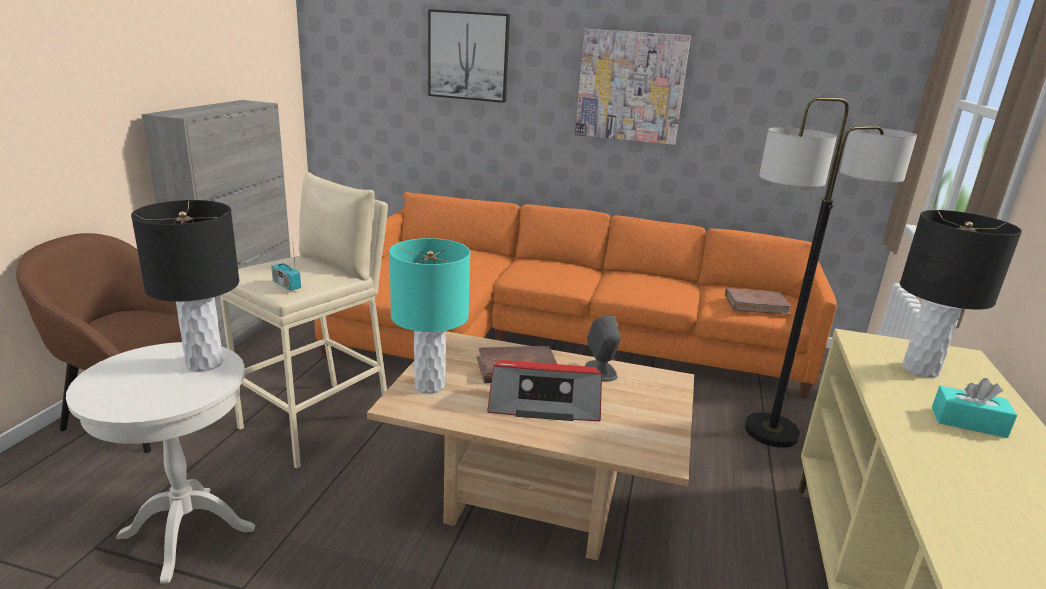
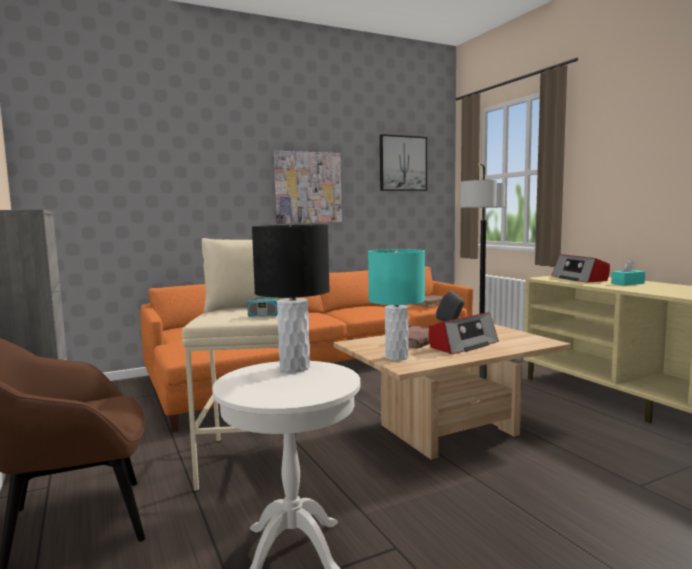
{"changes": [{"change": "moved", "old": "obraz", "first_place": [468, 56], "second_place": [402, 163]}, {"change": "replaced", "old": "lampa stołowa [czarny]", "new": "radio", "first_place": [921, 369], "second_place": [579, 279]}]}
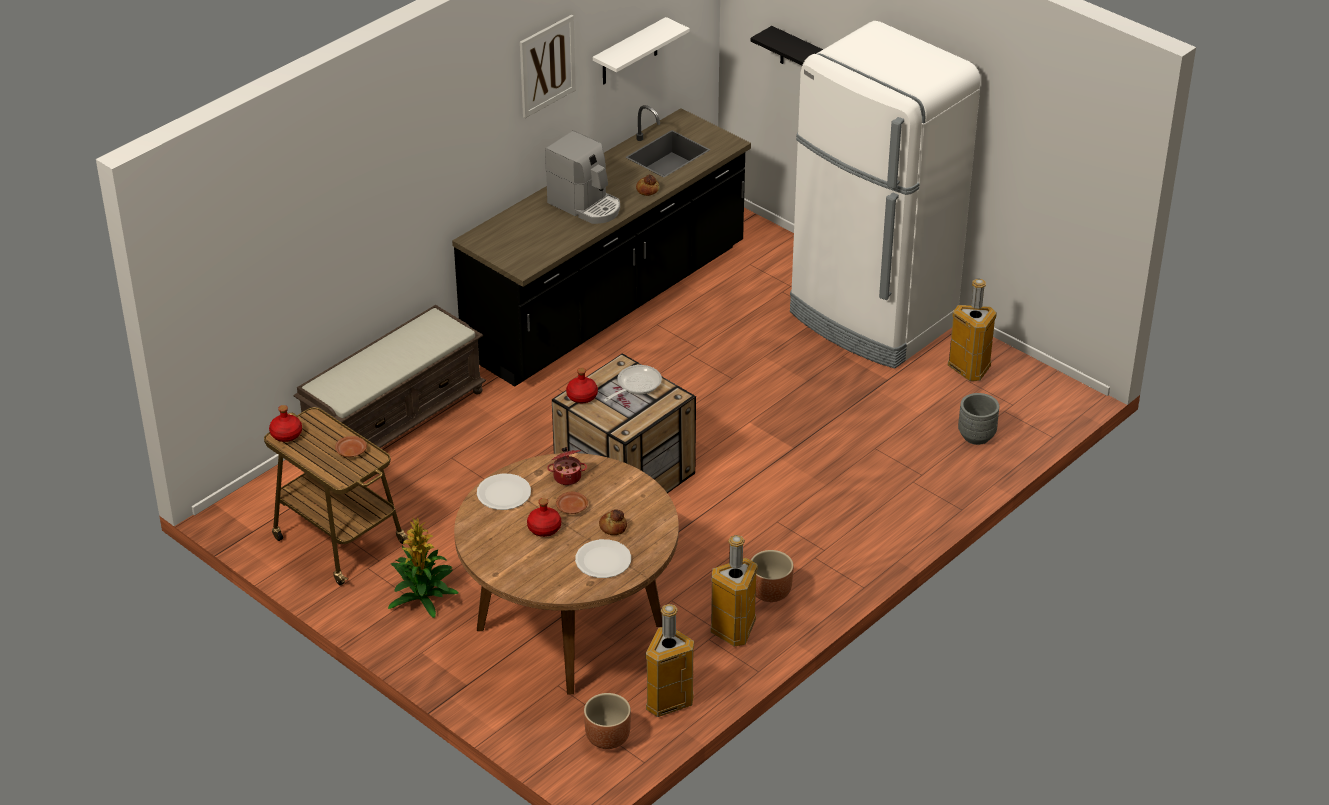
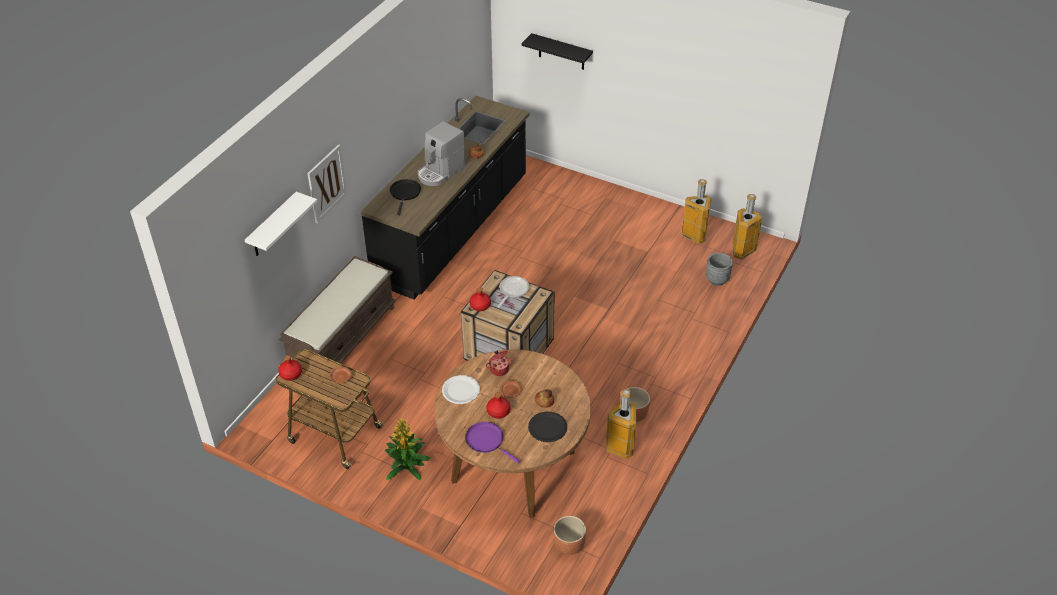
{"changes": [{"change": "moved", "old": "obraz", "first_place": [547, 65], "second_place": [327, 183]}, {"change": "turned", "old": "ekspres do kawy", "first_place": [586, 205], "second_place": [440, 172], "degrees": 105}, {"change": "recoloured", "old": "talerz [biały]", "new": "talerz [czarny]", "first_place": [603, 560], "second_place": [547, 427]}, {"change": "moved", "old": "półka [biały]", "first_place": [629, 52], "second_place": [273, 226]}, {"change": "moved", "old": "kosz na śmieci", "first_place": [667, 702], "second_place": [742, 251]}, {"change": "removed", "old": "lodówka [biały]", "first_place": [871, 320]}, {"change": "added", "new": "patelnia [czarny]", "second_place": [405, 193]}, {"change": "added", "new": "patelnia [fioletowy]", "second_place": [487, 440]}]}
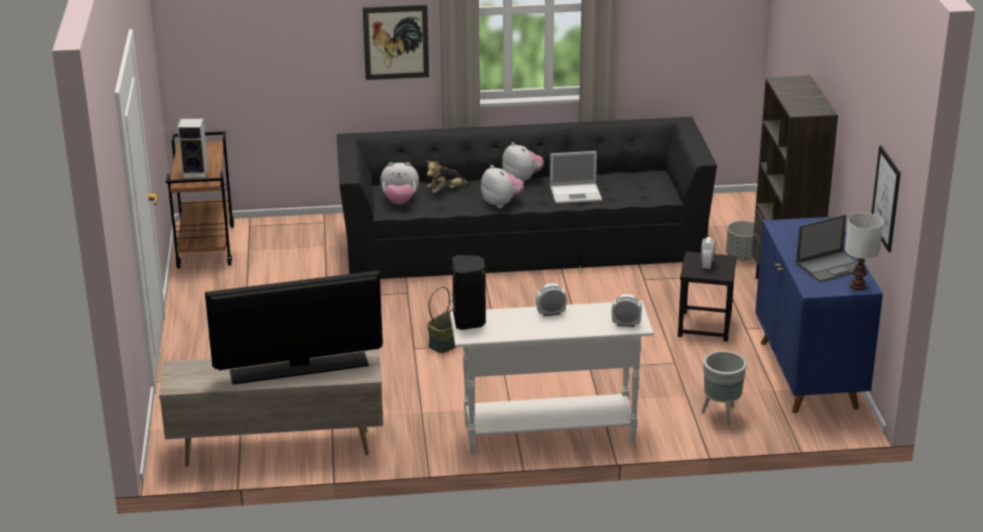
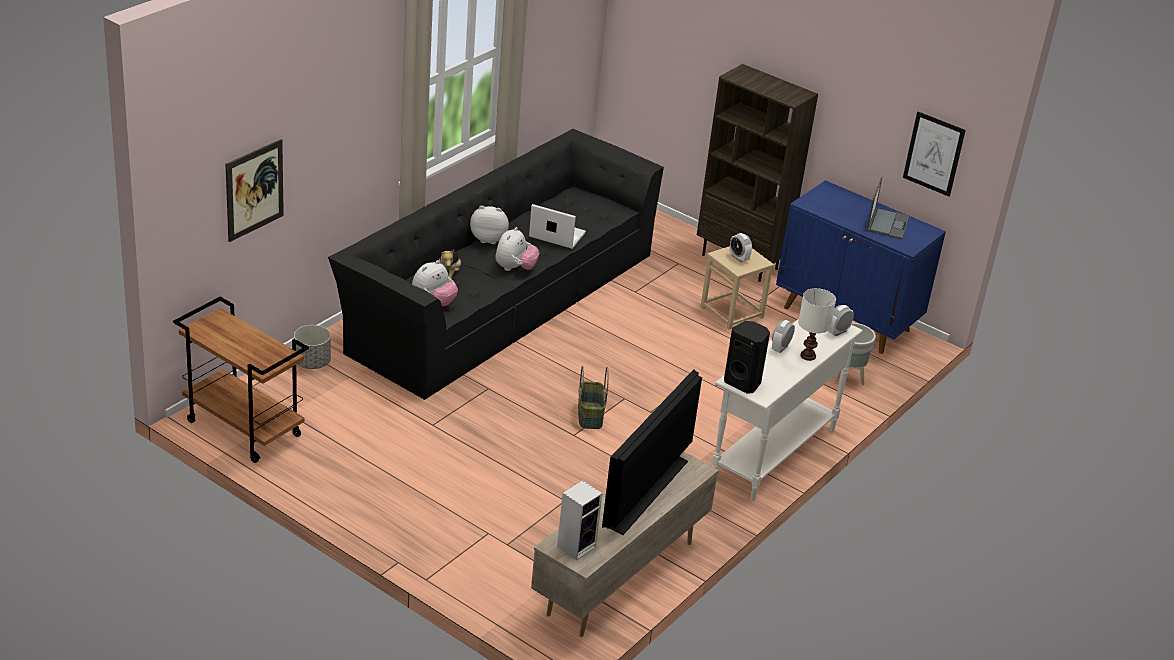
{"changes": [{"change": "moved", "old": "głośnik", "first_place": [196, 173], "second_place": [577, 546]}, {"change": "moved", "old": "obraz", "first_place": [396, 42], "second_place": [254, 190]}, {"change": "turned", "old": "pluszak", "first_place": [501, 203], "second_place": [515, 268], "degrees": 105}, {"change": "turned", "old": "laptop", "first_place": [576, 194], "second_place": [556, 235], "degrees": -105}, {"change": "recoloured", "old": "stołek [czarny]", "new": "stołek [beżowy]", "first_place": [705, 326], "second_place": [732, 312]}, {"change": "moved", "old": "donica [szary]", "first_place": [742, 256], "second_place": [312, 363]}, {"change": "moved", "old": "lampa stołowa [biały]", "first_place": [858, 286], "second_place": [808, 356]}]}
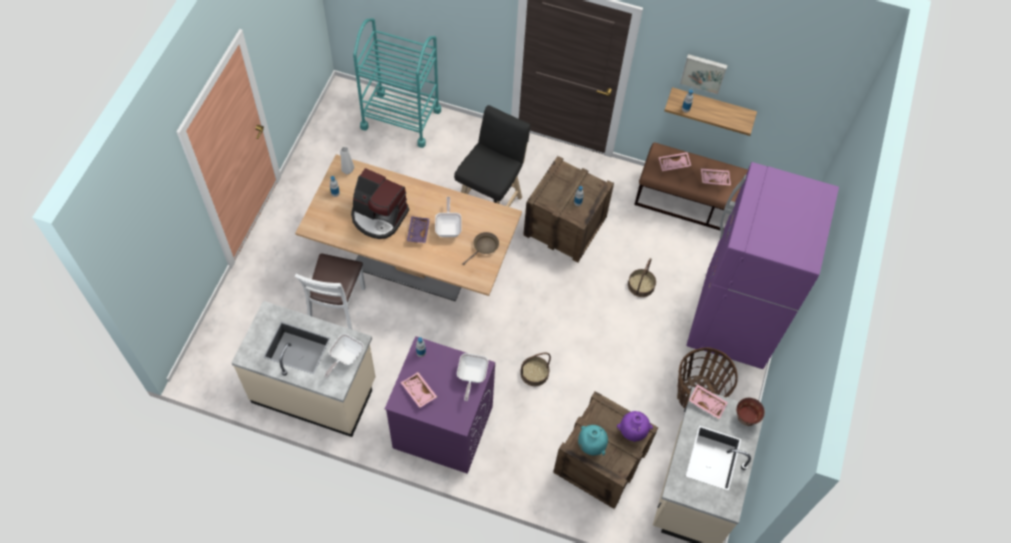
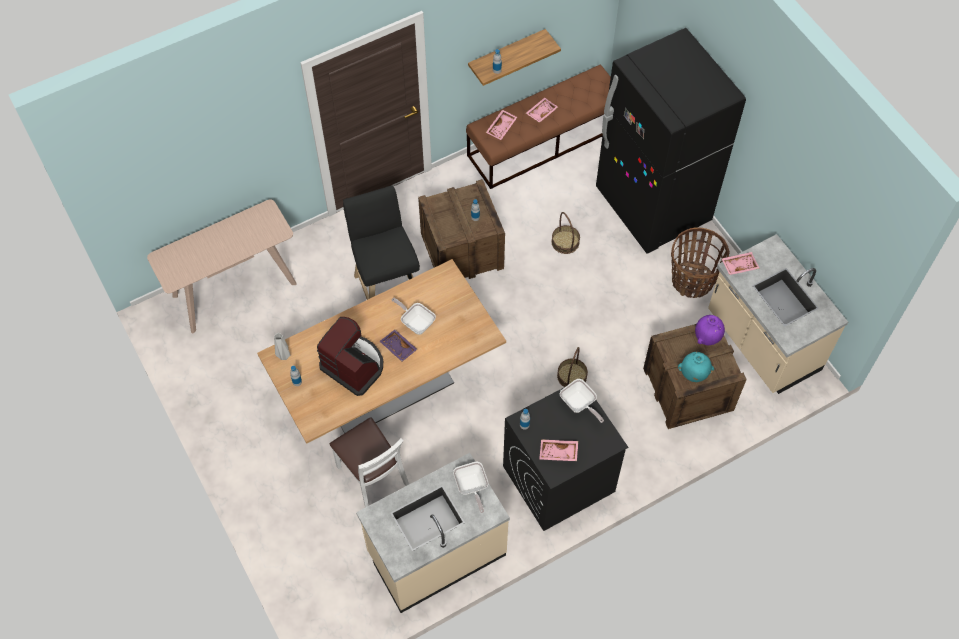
{"changes": [{"change": "turned", "old": "ekspres do kawy", "first_place": [378, 216], "second_place": [354, 366], "degrees": -120}, {"change": "replaced", "old": "wózek [turkusowy]", "new": "stolik konsolowy [beżowy]", "first_place": [401, 119], "second_place": [234, 289]}, {"change": "recoloured", "old": "pralka [fioletowy]", "new": "pralka [czarny]", "first_place": [442, 427], "second_place": [558, 479]}, {"change": "removed", "old": "patelnia [brązowy]", "first_place": [484, 247]}, {"change": "removed", "old": "obraz", "first_place": [703, 72]}, {"change": "recoloured", "old": "lodówka [fioletowy]", "new": "lodówka [czarny]", "first_place": [733, 320], "second_place": [652, 206]}, {"change": "removed", "old": "miska", "first_place": [746, 418]}]}
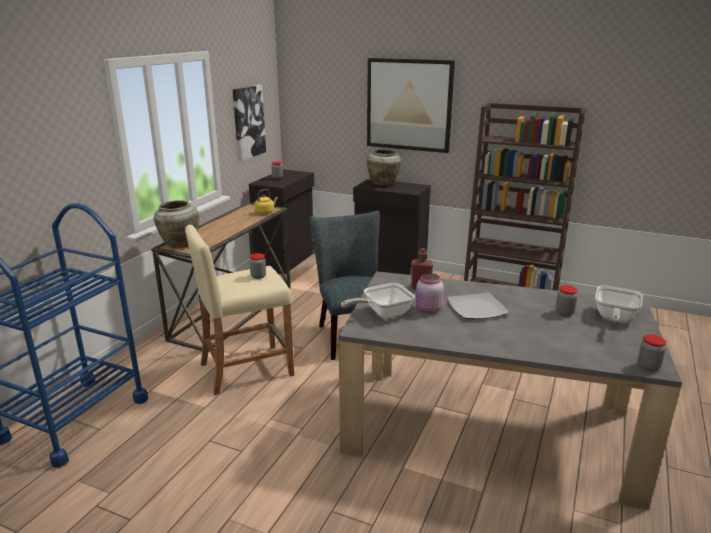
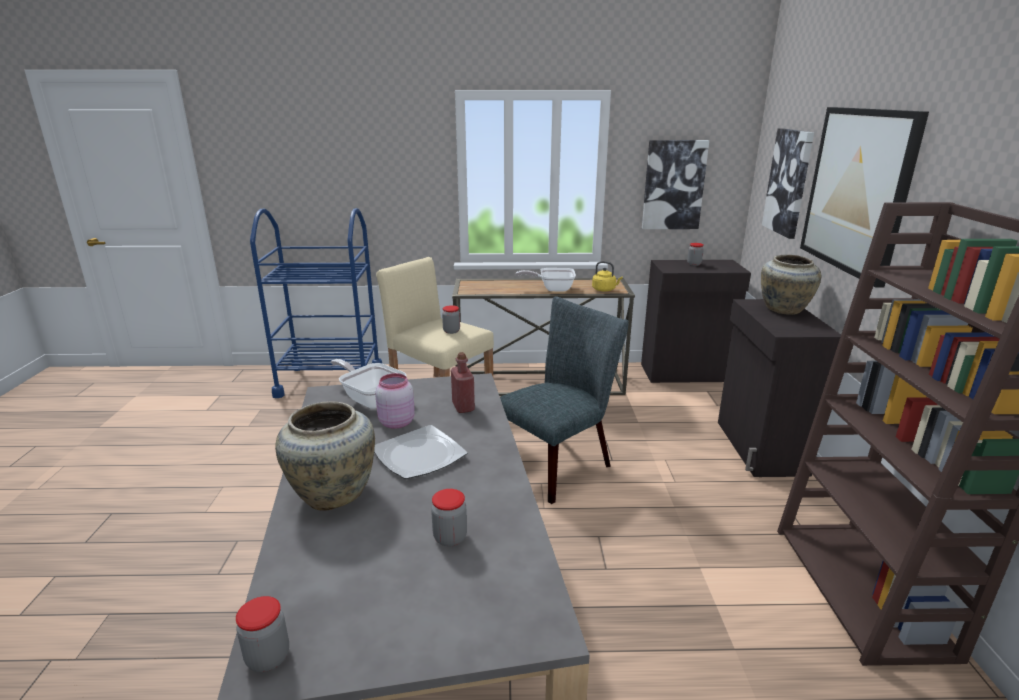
{"changes": [{"change": "moved", "old": "wazon [beżowy]", "first_place": [179, 244], "second_place": [333, 492]}, {"change": "moved", "old": "patelnia", "first_place": [614, 318], "second_place": [552, 289]}, {"change": "added", "new": "obraz", "second_place": [789, 182]}]}
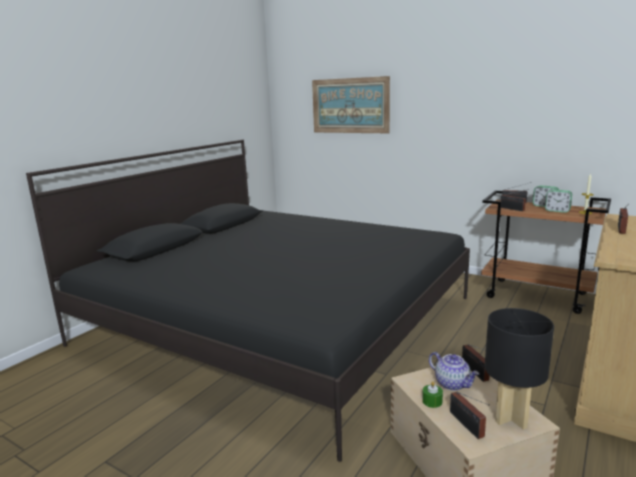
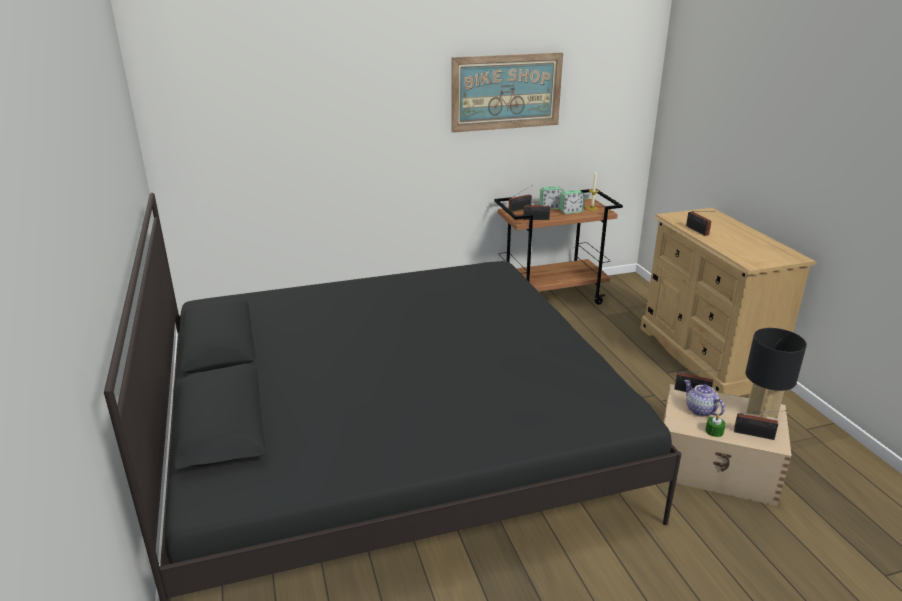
{"changes": [{"change": "moved", "old": "obraz", "first_place": [350, 105], "second_place": [506, 92]}, {"change": "turned", "old": "imbryk", "first_place": [452, 384], "second_place": [700, 410], "degrees": -120}]}
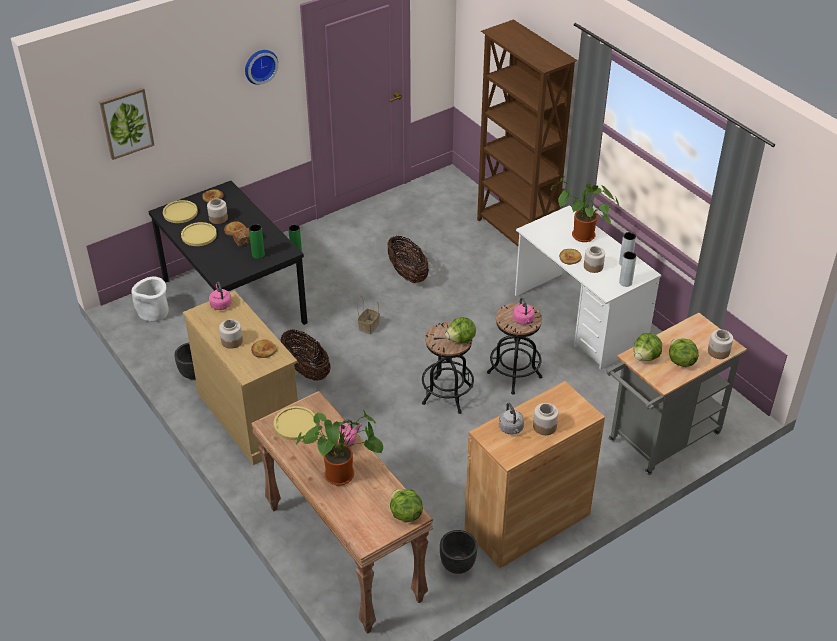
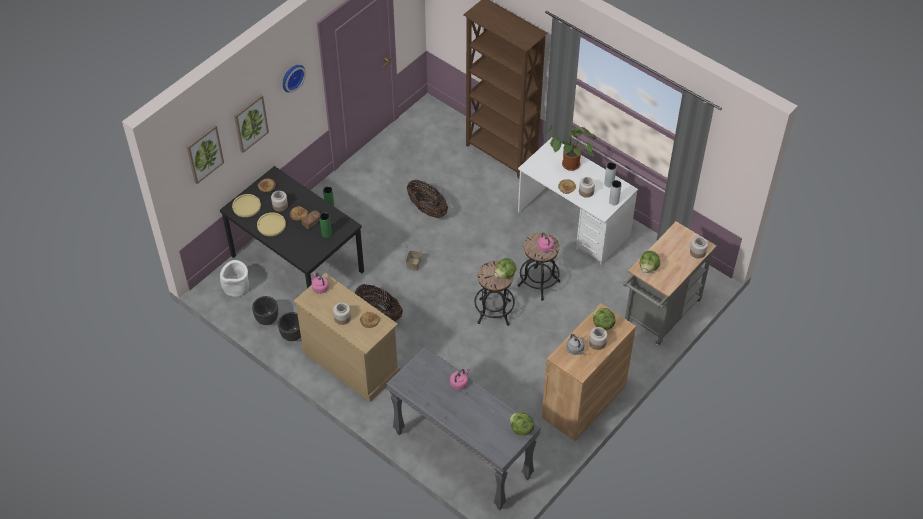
{"changes": [{"change": "recoloured", "old": "stolik konsolowy [brązowy]", "new": "stolik konsolowy [szary]", "first_place": [342, 553], "second_place": [461, 456]}, {"change": "removed", "old": "talerz [żółty]", "first_place": [295, 424]}, {"change": "removed", "old": "roślina doniczkowa", "first_place": [343, 474]}, {"change": "moved", "old": "donica [czarny]", "first_place": [458, 565], "second_place": [267, 319]}, {"change": "moved", "old": "sałata", "first_place": [680, 361], "second_place": [602, 324]}, {"change": "added", "new": "obraz", "second_place": [250, 123]}]}
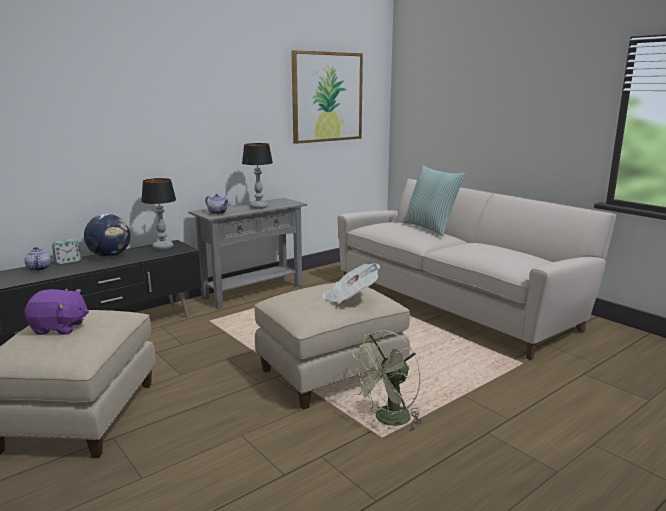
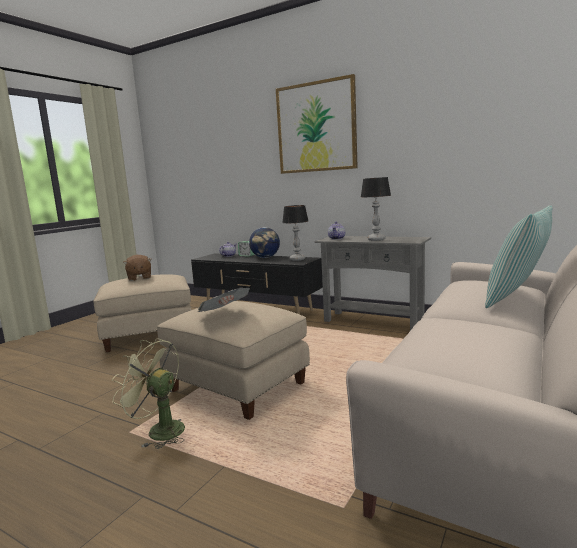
{"changes": [{"change": "recoloured", "old": "pluszak [fioletowy]", "new": "pluszak [brązowy]", "first_place": [59, 328], "second_place": [139, 278]}, {"change": "moved", "old": "obraz", "first_place": [327, 97], "second_place": [316, 127]}]}
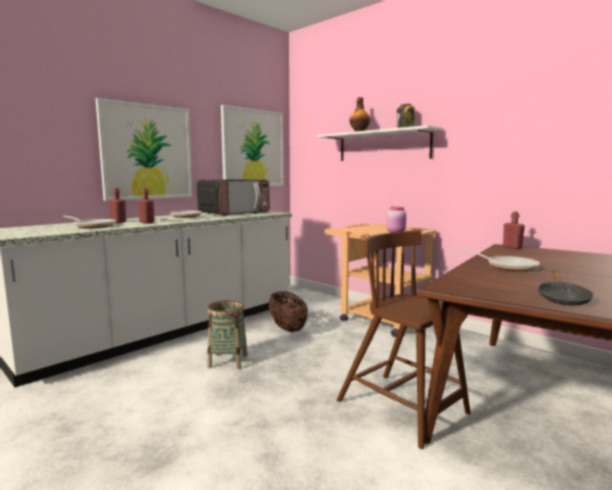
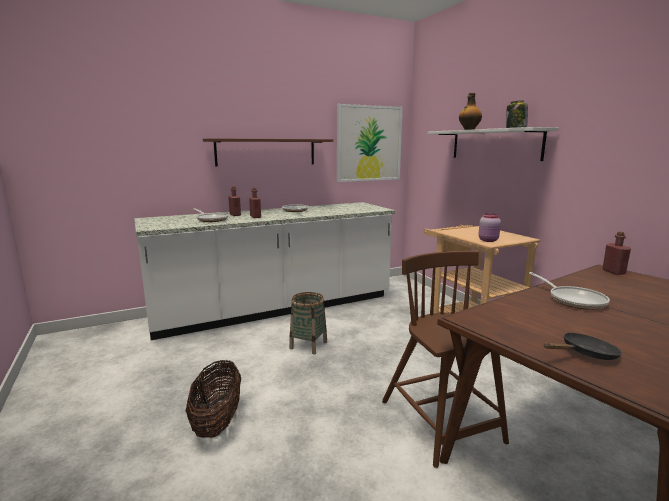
{"changes": [{"change": "replaced", "old": "obraz", "new": "półka [brązowy]", "first_place": [147, 152], "second_place": [266, 152]}, {"change": "removed", "old": "mikrofalówka", "first_place": [234, 213]}, {"change": "moved", "old": "koszyk", "first_place": [287, 328], "second_place": [217, 421]}, {"change": "turned", "old": "patelnia [czarny]", "first_place": [562, 298], "second_place": [585, 354], "degrees": -150}]}
